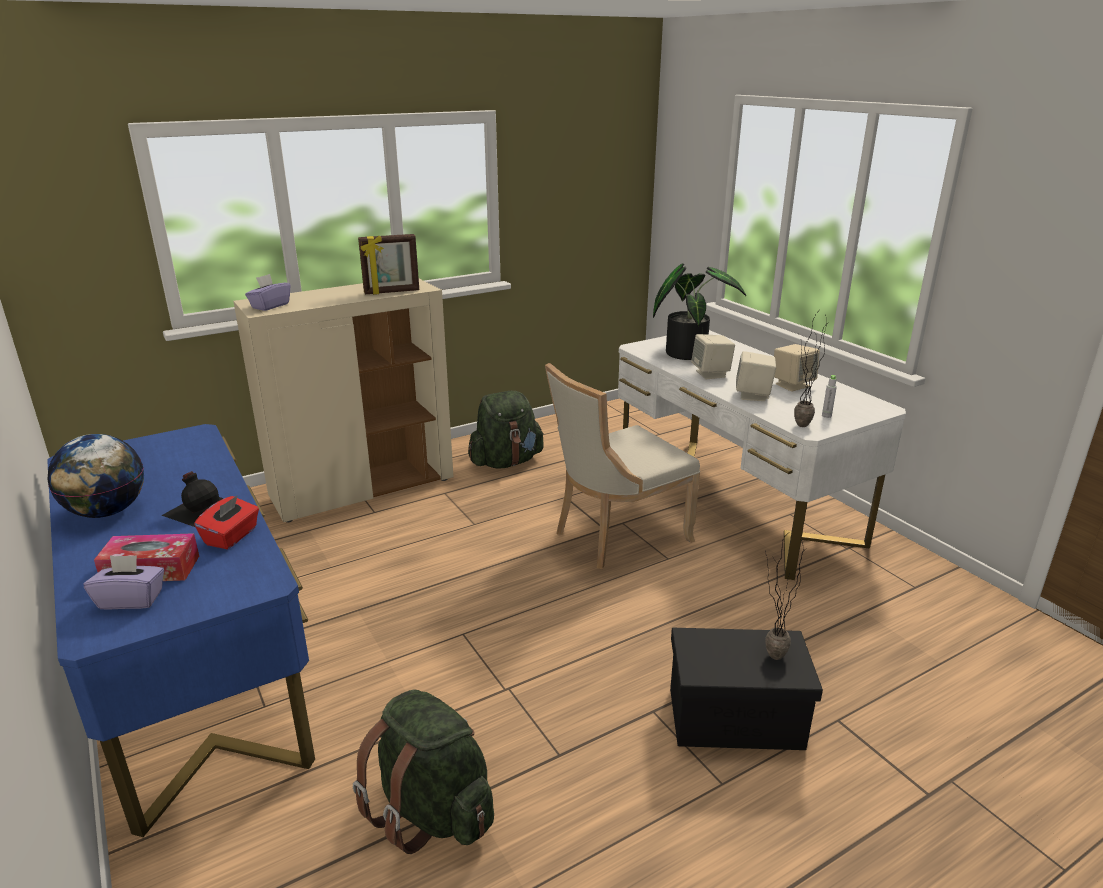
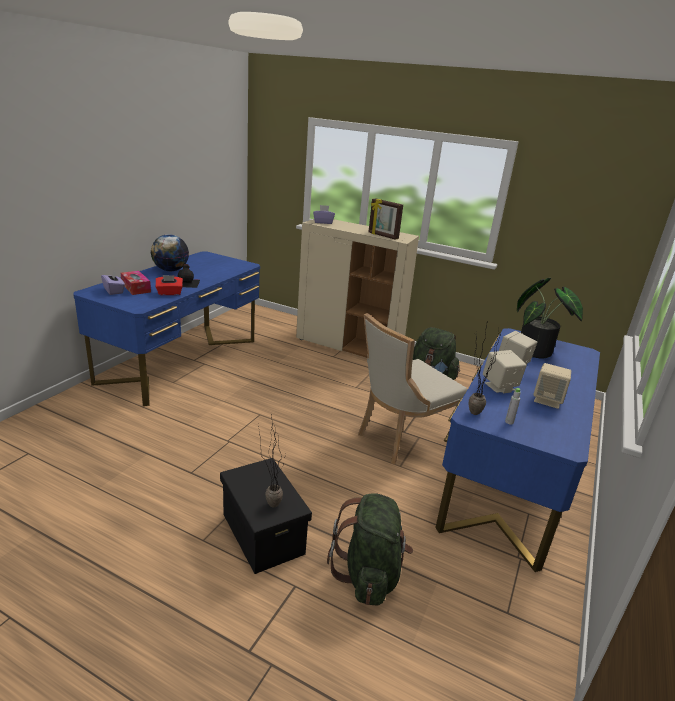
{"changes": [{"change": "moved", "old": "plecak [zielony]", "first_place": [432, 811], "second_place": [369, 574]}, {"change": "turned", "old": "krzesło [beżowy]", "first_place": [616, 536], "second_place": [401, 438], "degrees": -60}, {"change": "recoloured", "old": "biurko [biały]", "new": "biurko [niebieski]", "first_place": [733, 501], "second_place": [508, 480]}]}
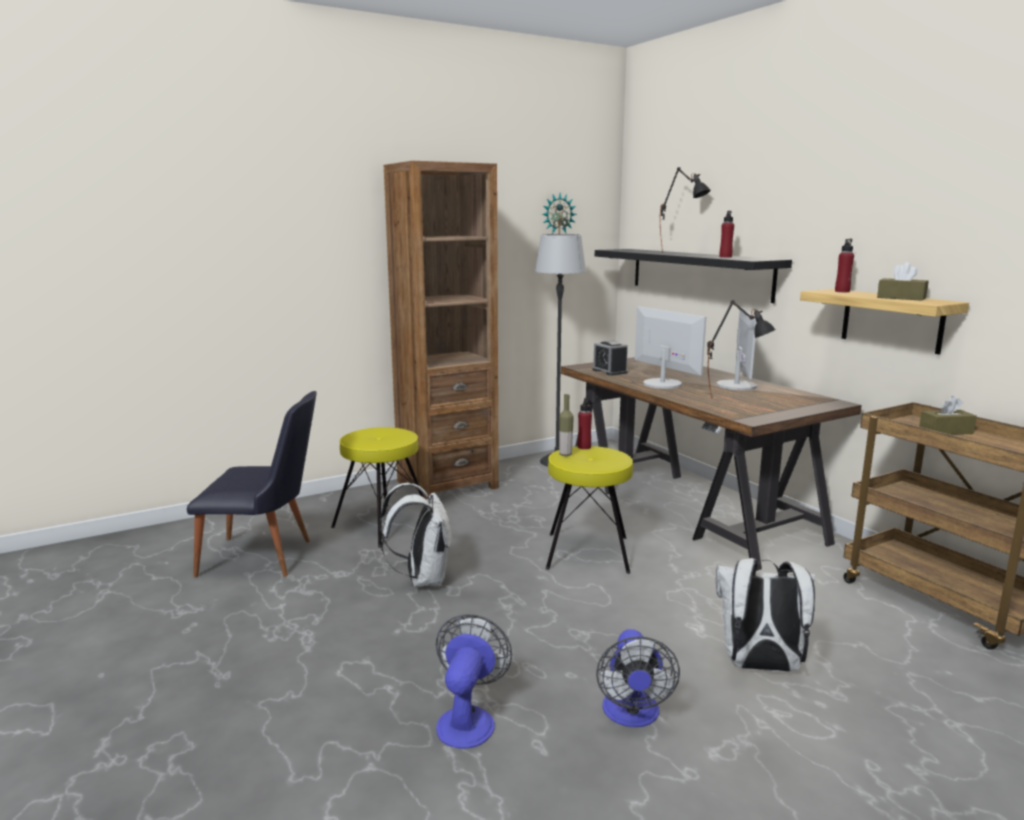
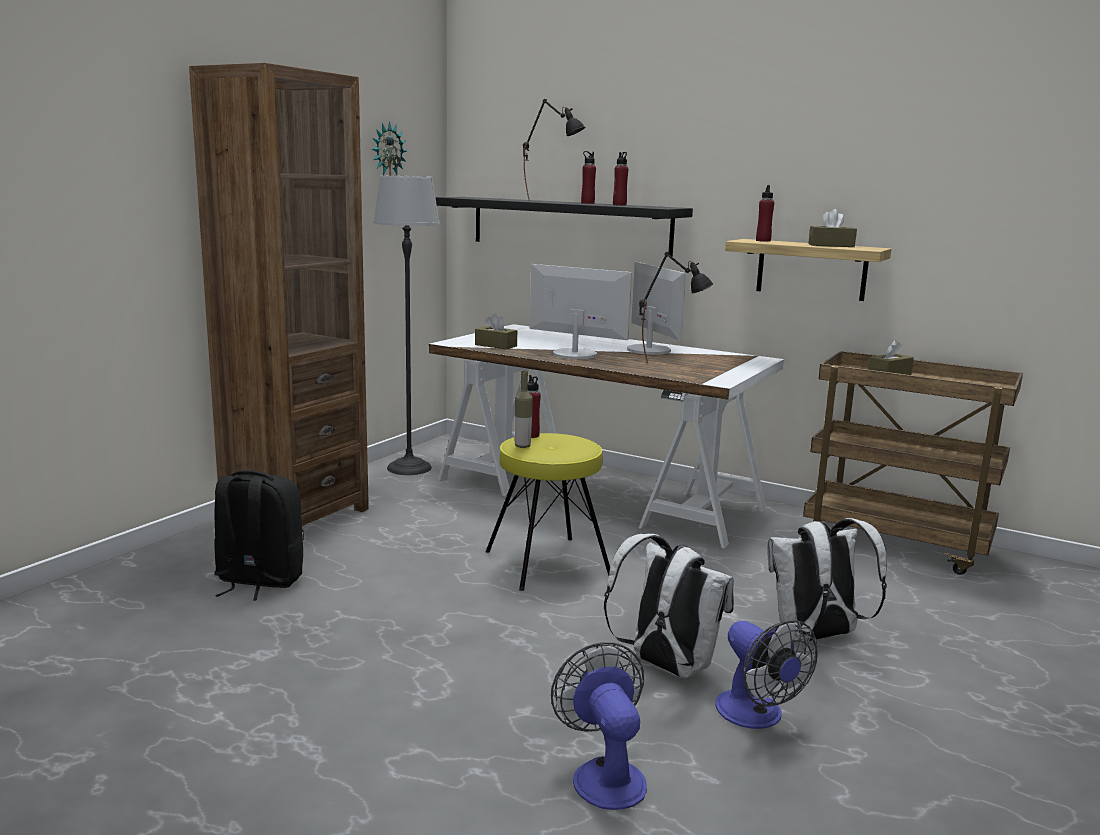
{"changes": [{"change": "removed", "old": "krzesło [czarny]", "first_place": [266, 558]}, {"change": "replaced", "old": "stołek [żółty]", "new": "plecak [czarny]", "first_place": [382, 525], "second_place": [258, 581]}, {"change": "moved", "old": "plecak [biały]", "first_place": [422, 579], "second_place": [665, 666]}, {"change": "recoloured", "old": "biurko [brązowy]", "new": "biurko [biały]", "first_place": [687, 504], "second_place": [598, 493]}, {"change": "replaced", "old": "budzik", "new": "pudełko chusteczek [brązowy]", "first_place": [609, 371], "second_place": [495, 345]}, {"change": "added", "new": "butelka [czerwony]", "second_place": [587, 203]}]}
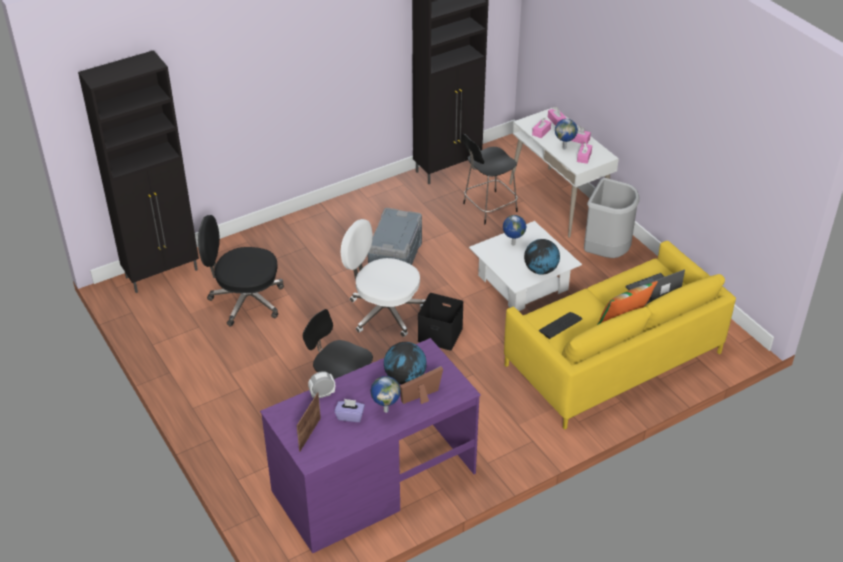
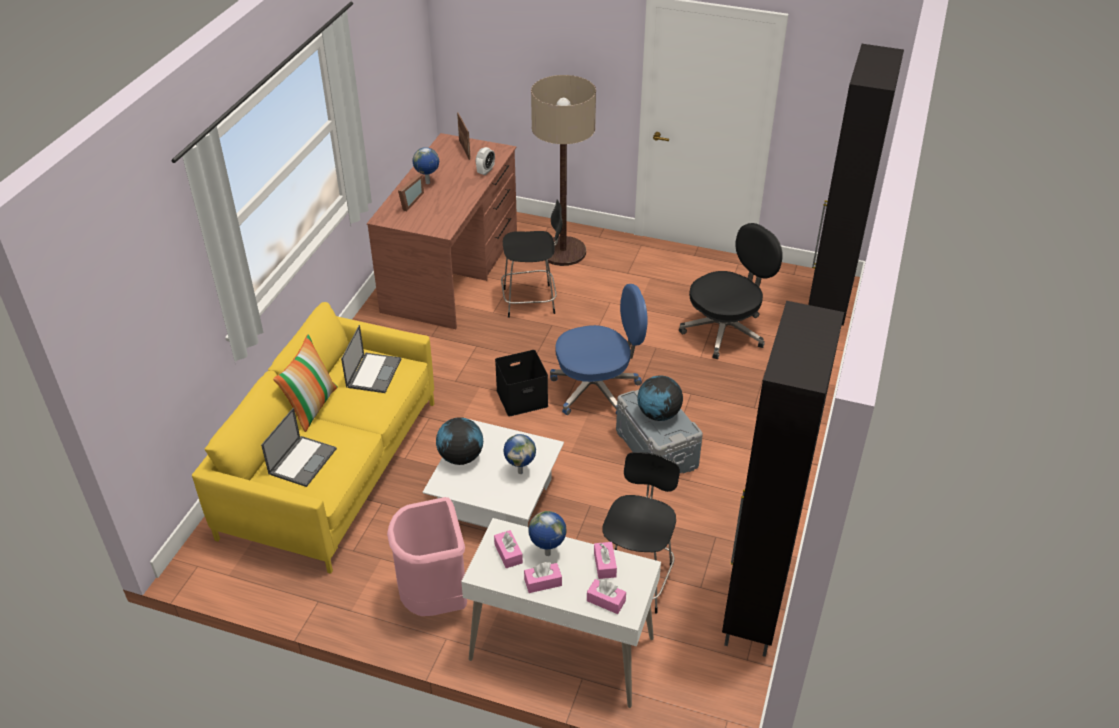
{"changes": [{"change": "recoloured", "old": "biurko [fioletowy]", "new": "biurko [brązowy]", "first_place": [373, 481], "second_place": [452, 271]}, {"change": "removed", "old": "pudełko chusteczek [fioletowy]", "first_place": [350, 416]}, {"change": "recoloured", "old": "krzesło biurowe [biały]", "new": "krzesło biurowe [niebieski]", "first_place": [384, 311], "second_place": [597, 389]}, {"change": "moved", "old": "globus", "first_place": [405, 378], "second_place": [658, 414]}, {"change": "replaced", "old": "klawiatura", "new": "laptop", "first_place": [560, 325], "second_place": [373, 372]}, {"change": "recoloured", "old": "kosz na śmieci [szary]", "new": "kosz na śmieci [różowy]", "first_place": [606, 253], "second_place": [434, 600]}, {"change": "added", "new": "lampa stojąca", "second_place": [563, 252]}]}
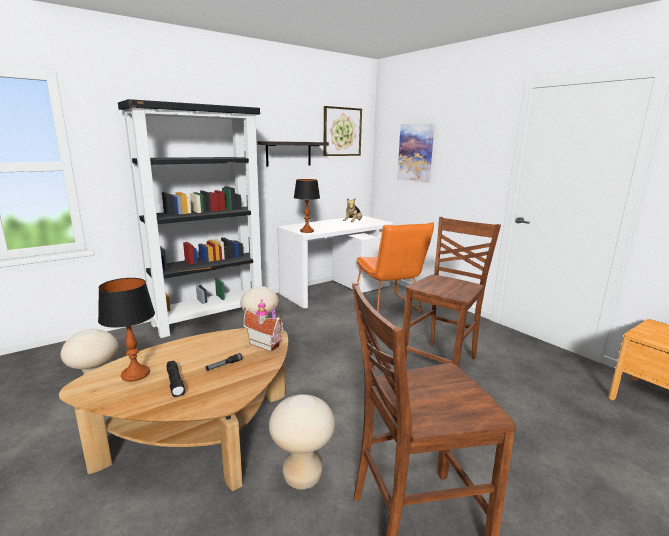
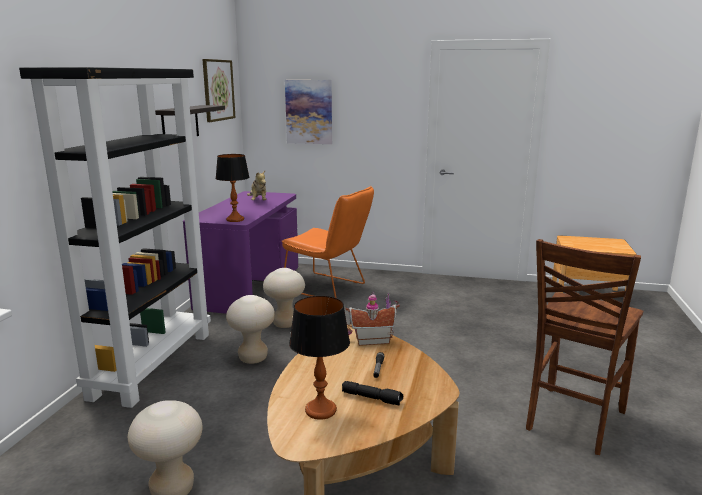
{"changes": [{"change": "moved", "old": "stołek [beżowy]", "first_place": [302, 477], "second_place": [285, 324]}, {"change": "recoloured", "old": "biurko [biały]", "new": "biurko [fioletowy]", "first_place": [336, 290], "second_place": [249, 287]}, {"change": "removed", "old": "krzesło [brązowy]", "first_place": [441, 362]}]}
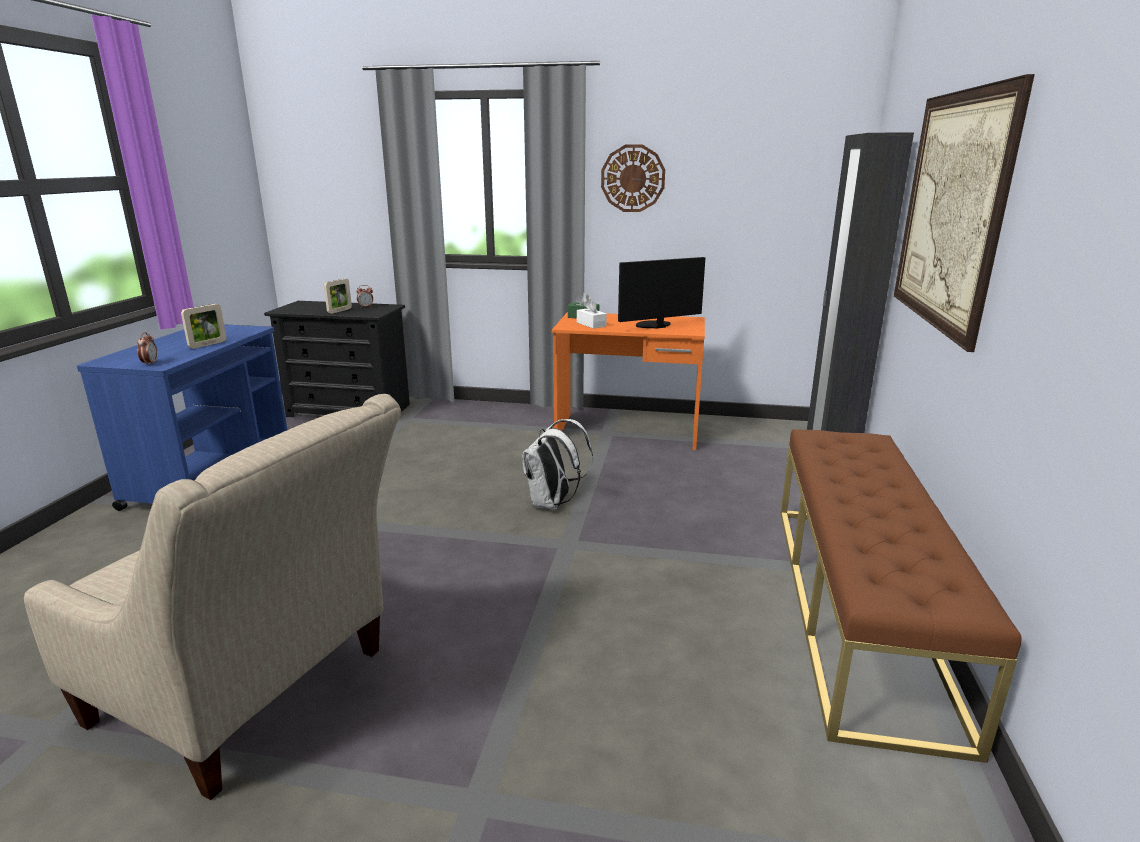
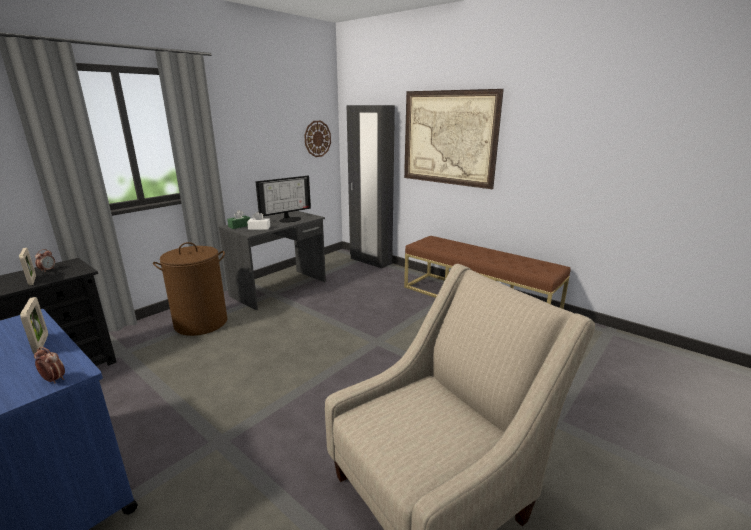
{"changes": [{"change": "removed", "old": "plecak [biały]", "first_place": [552, 504]}, {"change": "recoloured", "old": "biurko [pomarańczowy]", "new": "biurko [szary]", "first_place": [628, 432], "second_place": [280, 288]}, {"change": "moved", "old": "zegar ścienny", "first_place": [633, 178], "second_place": [317, 138]}, {"change": "turned", "old": "monitor", "first_place": [654, 325], "second_place": [289, 219], "degrees": -135}, {"change": "added", "new": "kosz na pranie [brązowy]", "second_place": [201, 323]}]}
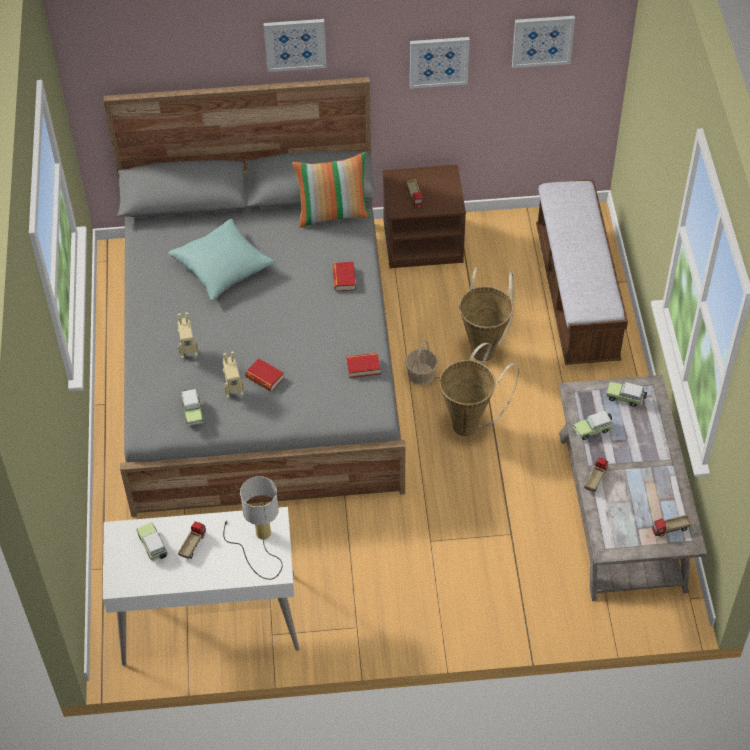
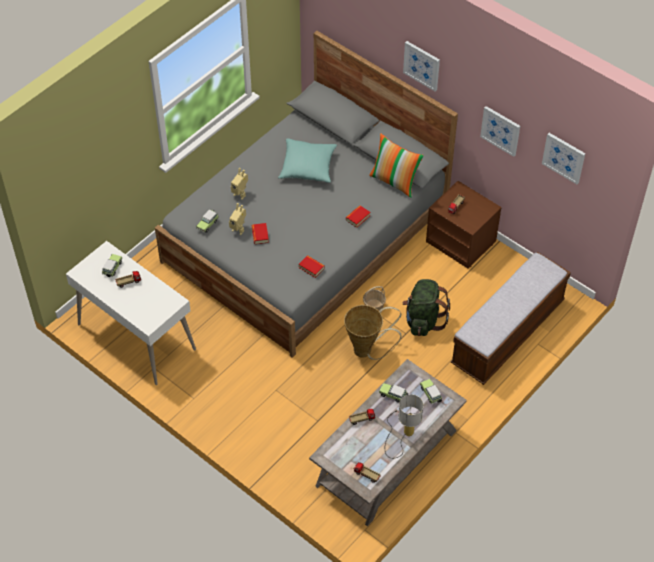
{"changes": [{"change": "moved", "old": "lampa stołowa", "first_place": [259, 541], "second_place": [402, 434]}, {"change": "replaced", "old": "koszyk", "new": "plecak [zielony]", "first_place": [484, 347], "second_place": [423, 320]}]}
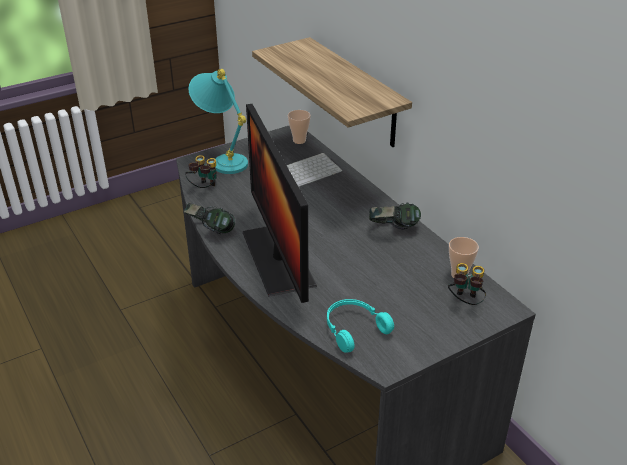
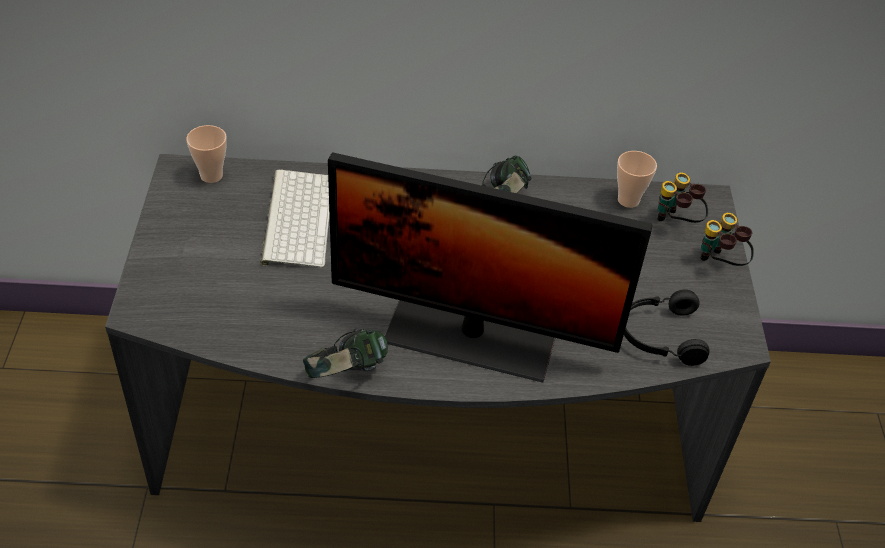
{"changes": [{"change": "moved", "old": "lornetka", "first_place": [203, 188], "second_place": [719, 264]}, {"change": "removed", "old": "lampa stołowa [turkusowy]", "first_place": [223, 159]}, {"change": "removed", "old": "półka", "first_place": [356, 93]}, {"change": "recoloured", "old": "słuchawki [turkusowy]", "new": "słuchawki [czarny]", "first_place": [353, 329], "second_place": [659, 335]}]}
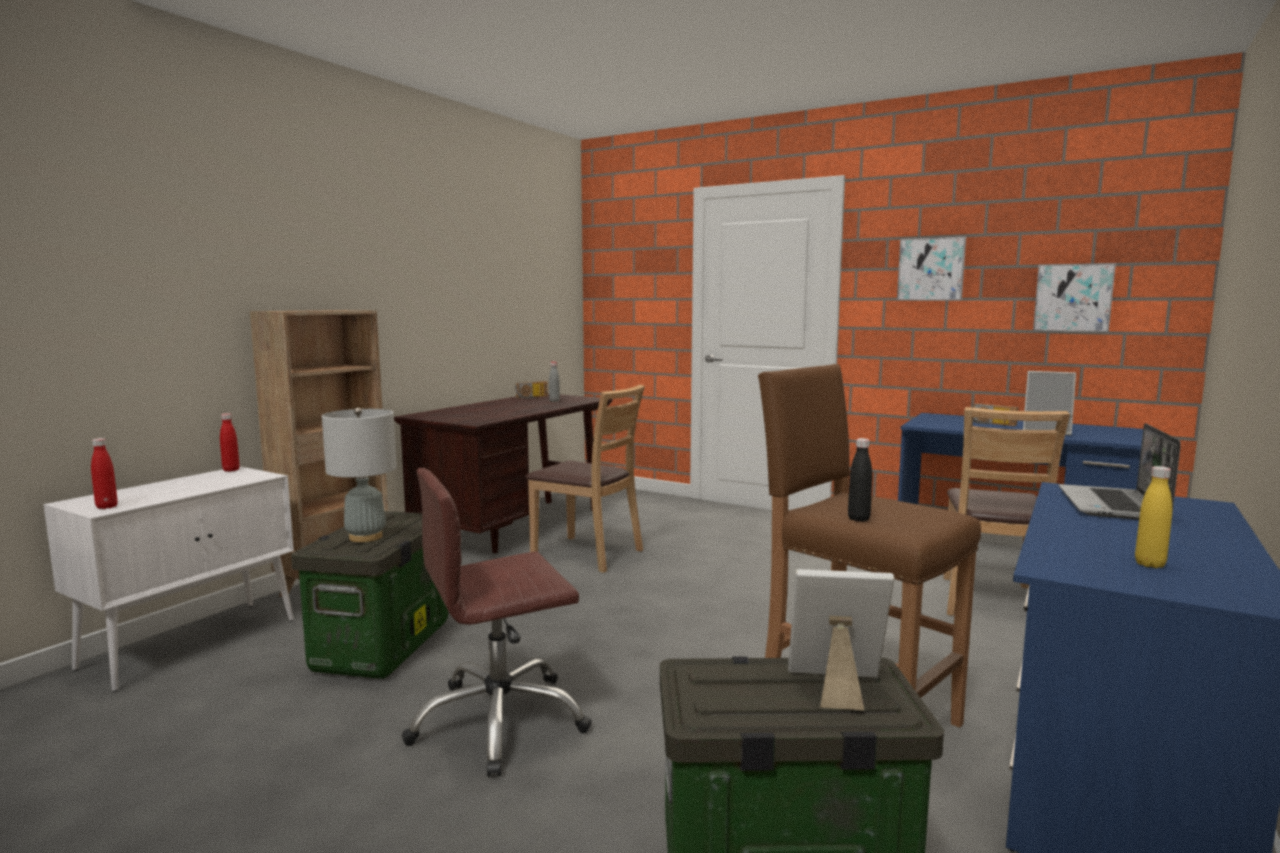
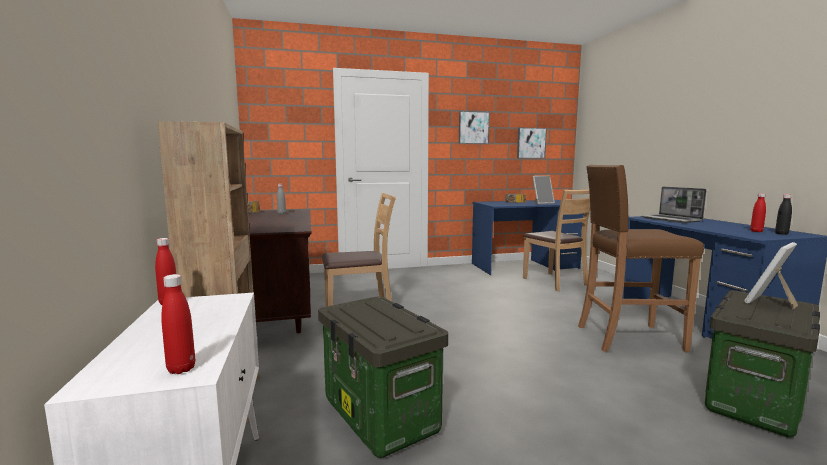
{"changes": [{"change": "removed", "old": "lampa stołowa [szary]", "first_place": [366, 537]}, {"change": "removed", "old": "krzesło biurowe [brązowy]", "first_place": [499, 721]}, {"change": "moved", "old": "butelka [czarny]", "first_place": [858, 519], "second_place": [781, 234]}, {"change": "recoloured", "old": "butelka [żółty]", "new": "butelka [czerwony]", "first_place": [1149, 564], "second_place": [756, 231]}]}
